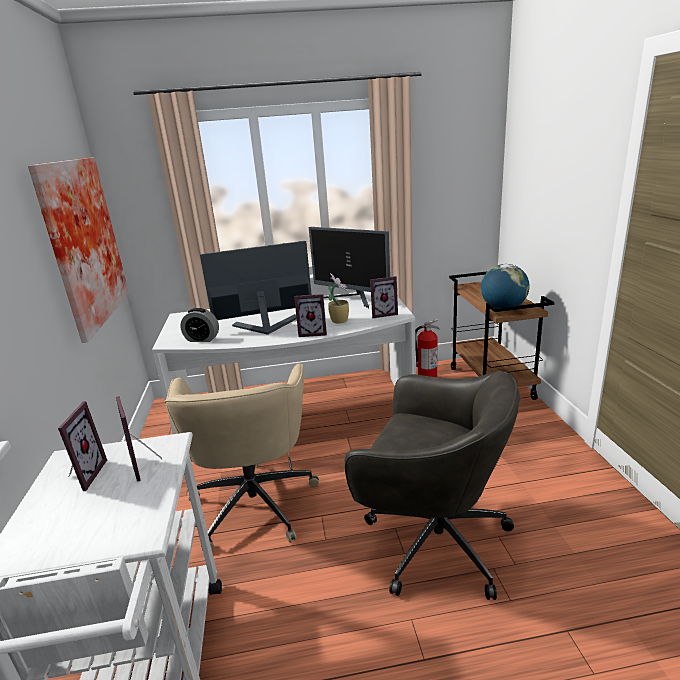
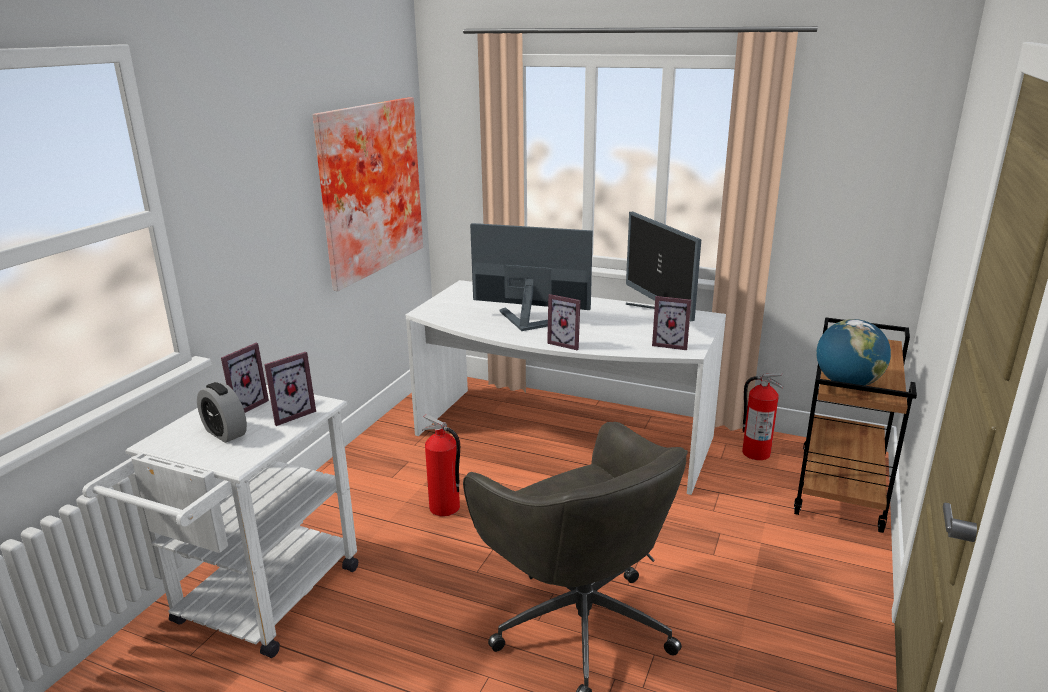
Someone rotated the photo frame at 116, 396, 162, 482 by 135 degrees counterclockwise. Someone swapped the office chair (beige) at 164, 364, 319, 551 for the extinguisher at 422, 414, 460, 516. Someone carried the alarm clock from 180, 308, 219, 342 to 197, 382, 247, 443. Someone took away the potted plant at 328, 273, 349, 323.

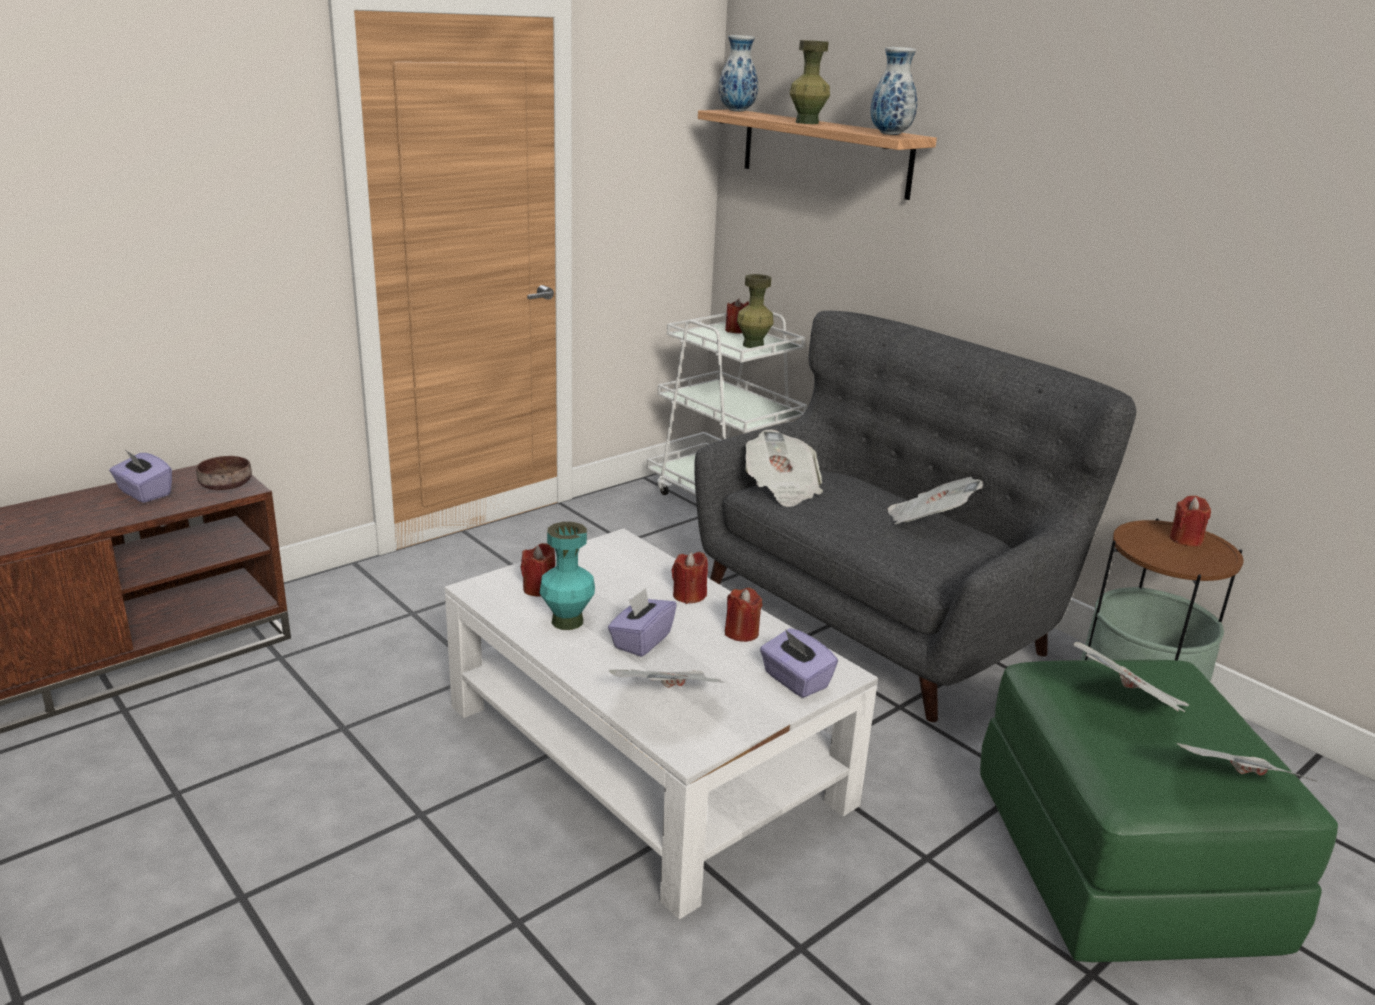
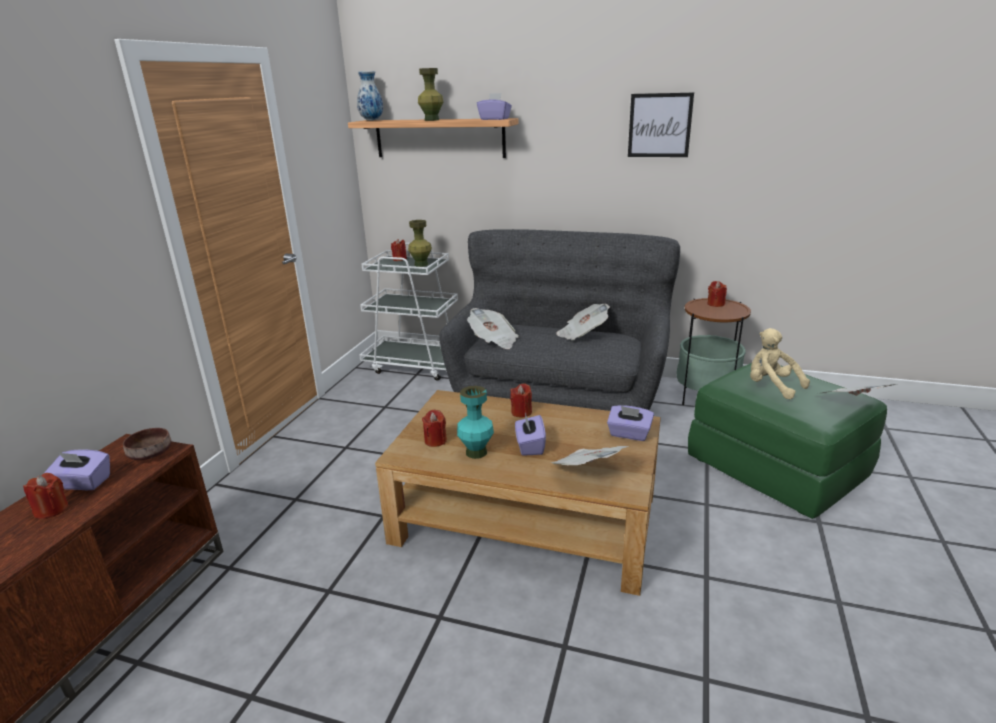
Someone repainted the lounge table (whitish) at 445, 528, 878, 920, which became the lounge table (brown) at 375, 390, 661, 596. Someone carried the wax light (reddish) from 725, 588, 763, 642 to 23, 473, 68, 519. Someone swapped the decorative vase at 870, 47, 917, 135 for the tissue box (purple-coloured) at 477, 93, 512, 120. Someone swapped the newspaper at 1073, 642, 1189, 712 for the cuddly toy (beige) at 750, 328, 810, 399. Someone put up the wall picture at 628, 93, 694, 157.

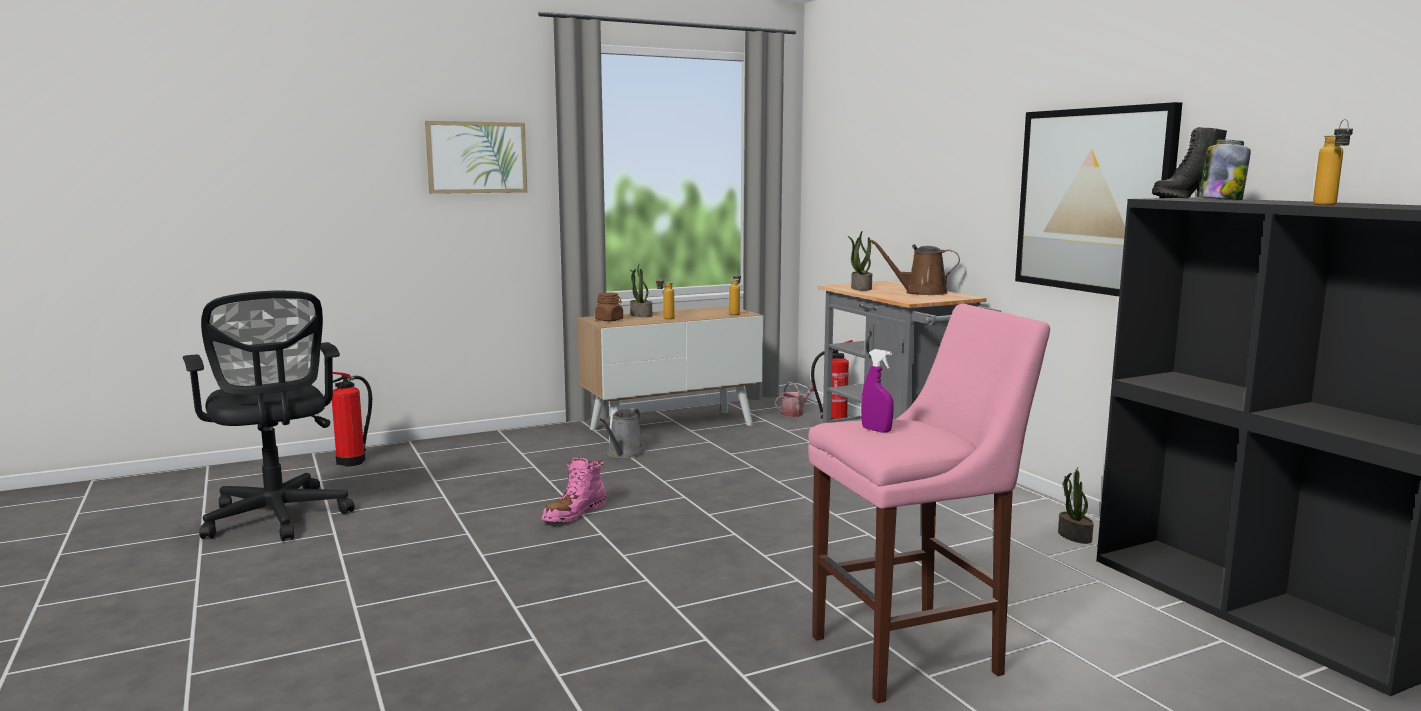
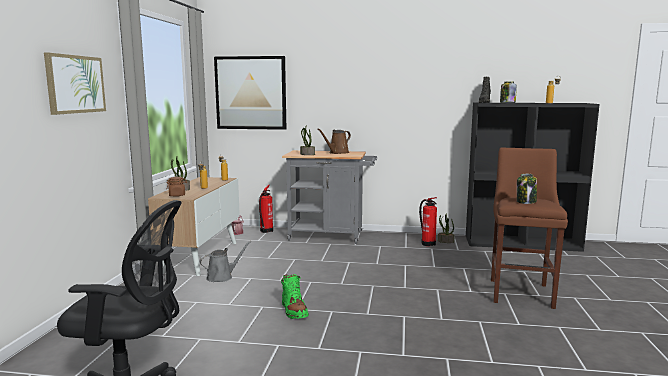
Someone carried the extinguisher from 332, 372, 372, 467 to 419, 197, 437, 246. Someone repainted the tall boot (pinkish) at 541, 457, 606, 523, which became the tall boot (green) at 281, 274, 309, 319. Someone rotated the watering can (gray) at 599, 408, 646, 458 by 90 degrees counterclockwise. Someone repainted the stool seat (pinkish) at 808, 304, 1050, 703, which became the stool seat (brown) at 491, 148, 568, 309. Someone swapped the hand sprayer (purple-coloured) at 861, 349, 894, 433 for the jar at 517, 174, 537, 204. Someone carried the wall picture from 1015, 102, 1182, 296 to 214, 56, 286, 130.

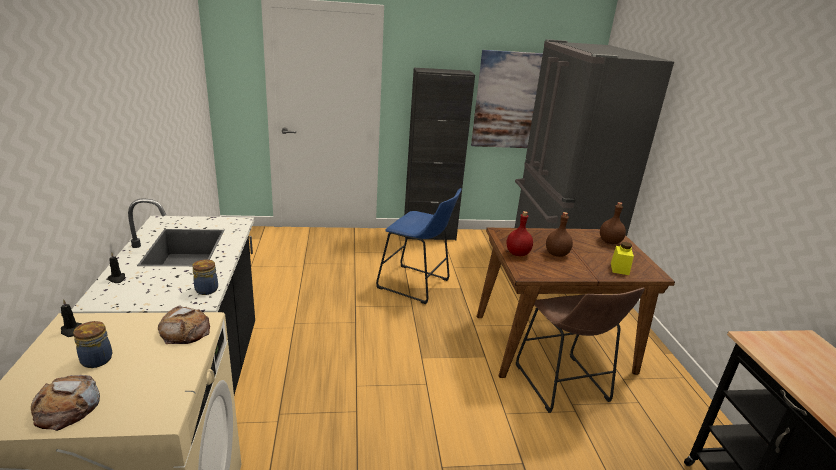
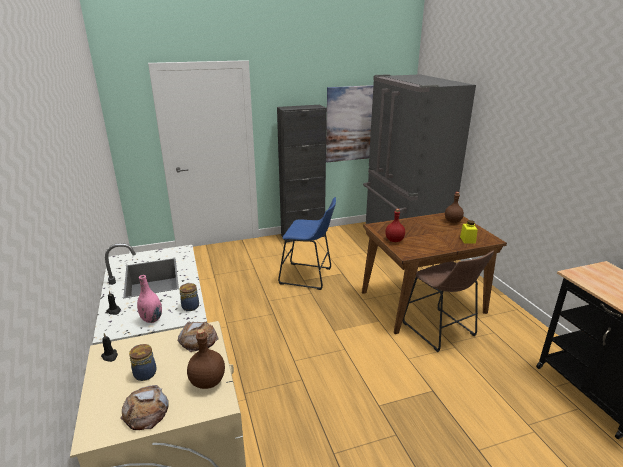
Someone carried the drink bottle (brown) from 546, 212, 573, 257 to 187, 329, 225, 389. Someone put down the decorative vase (pinkish) at 137, 275, 162, 323.

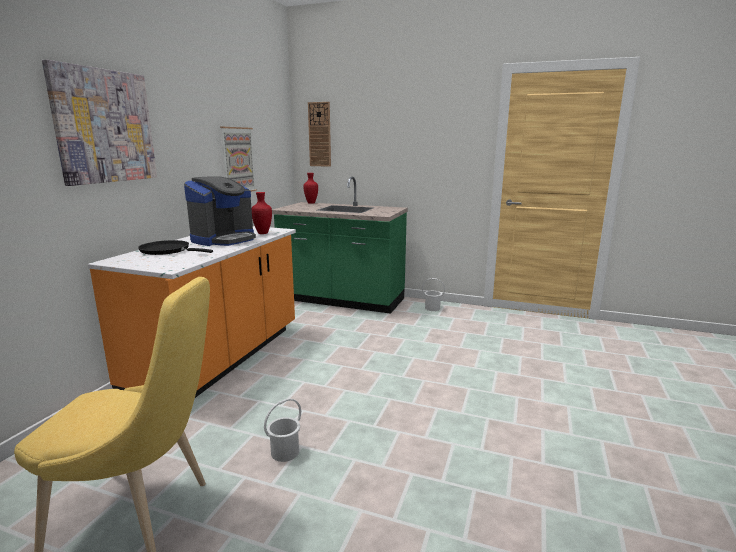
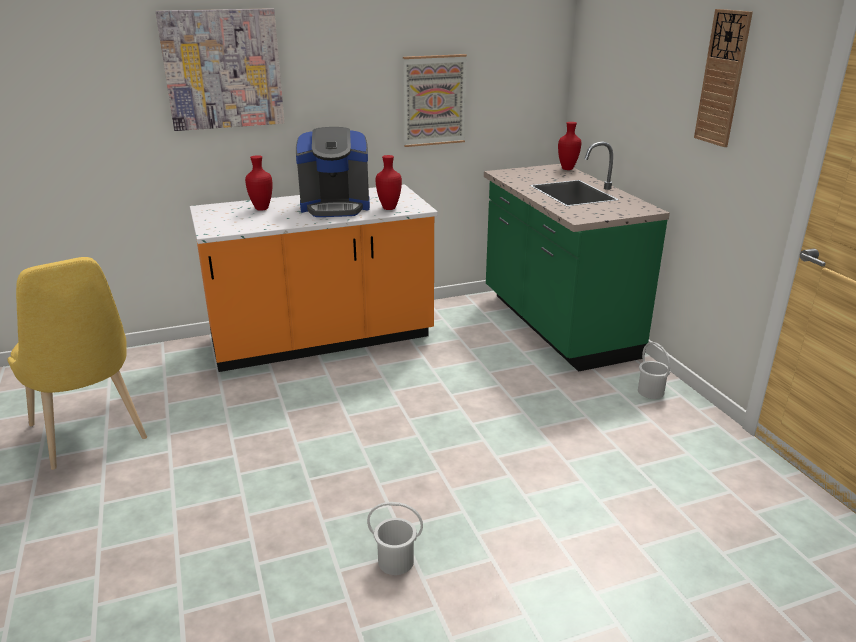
Someone swapped the frying pan (blackish) at 138, 240, 213, 255 for the decorative vase (reddish) at 245, 155, 272, 211. Someone carried the bucket (whitish) from 264, 398, 301, 462 to 367, 502, 423, 575. Someone carried the hanging clock from 308, 102, 331, 167 to 694, 9, 753, 147.

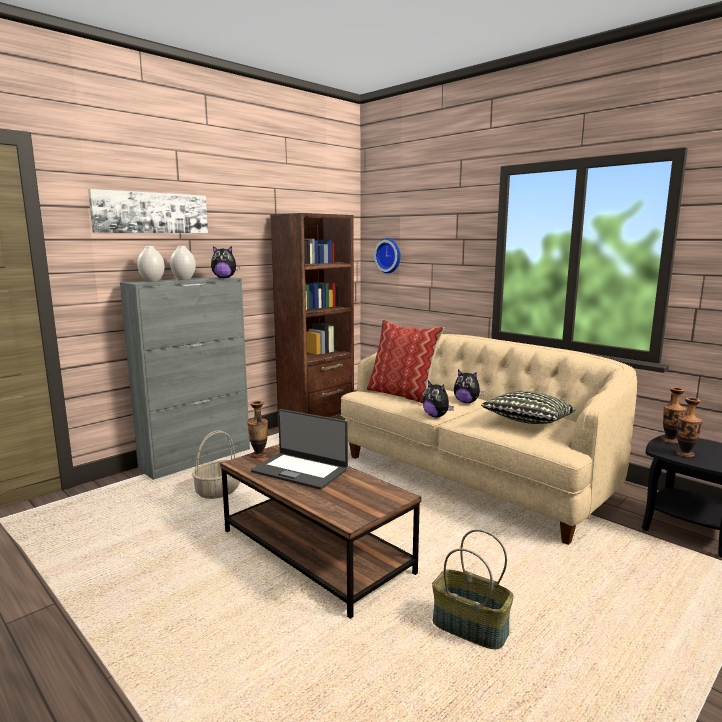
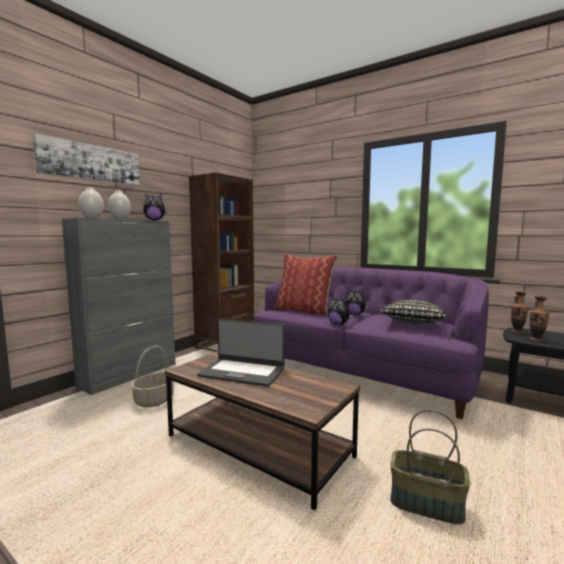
Someone took away the decorative vase at 247, 401, 268, 458. Someone repainted the settee (beige) at 341, 334, 637, 545, which became the settee (purple-coloured) at 254, 267, 489, 419. Someone took away the hanging clock at 374, 238, 401, 273.

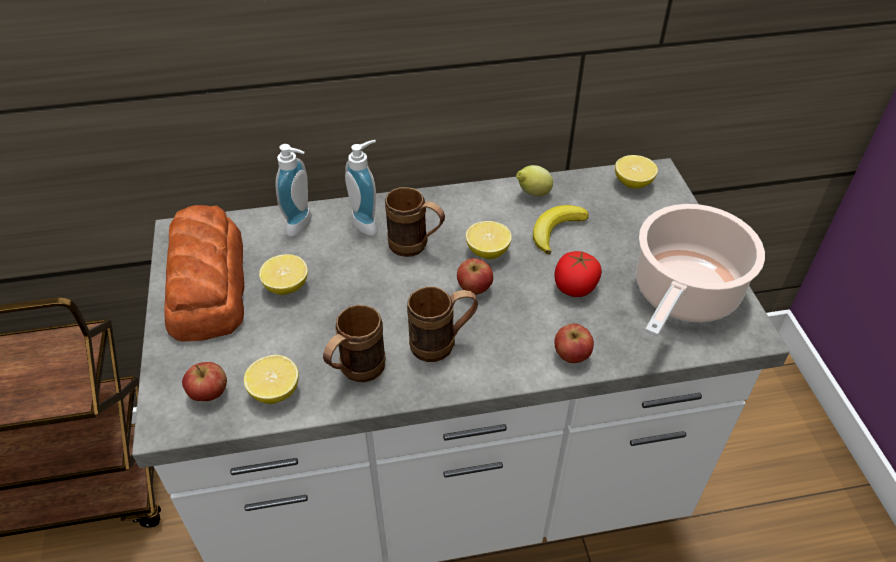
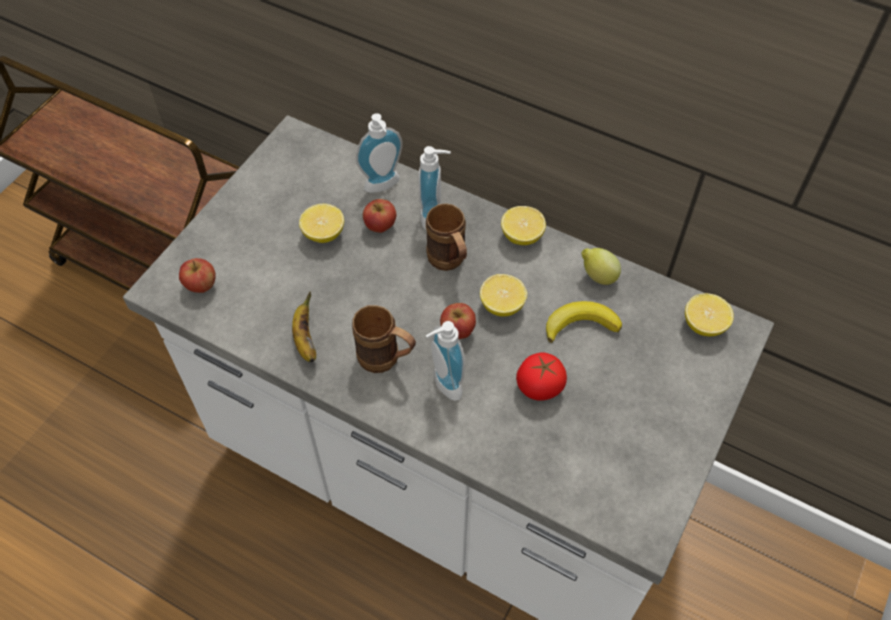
Someone took away the bread at 164, 205, 244, 342. Someone carried the lemon from 244, 355, 299, 404 to 501, 206, 546, 245. Someone swapped the coffee mug (brown) at 323, 305, 386, 382 for the banana at 292, 292, 316, 362. Someone carried the whole apple from 555, 323, 594, 363 to 363, 199, 396, 233. Someone took away the saucepot at 636, 204, 765, 337. Someone put down the liquid soap bottle at 426, 321, 465, 401.

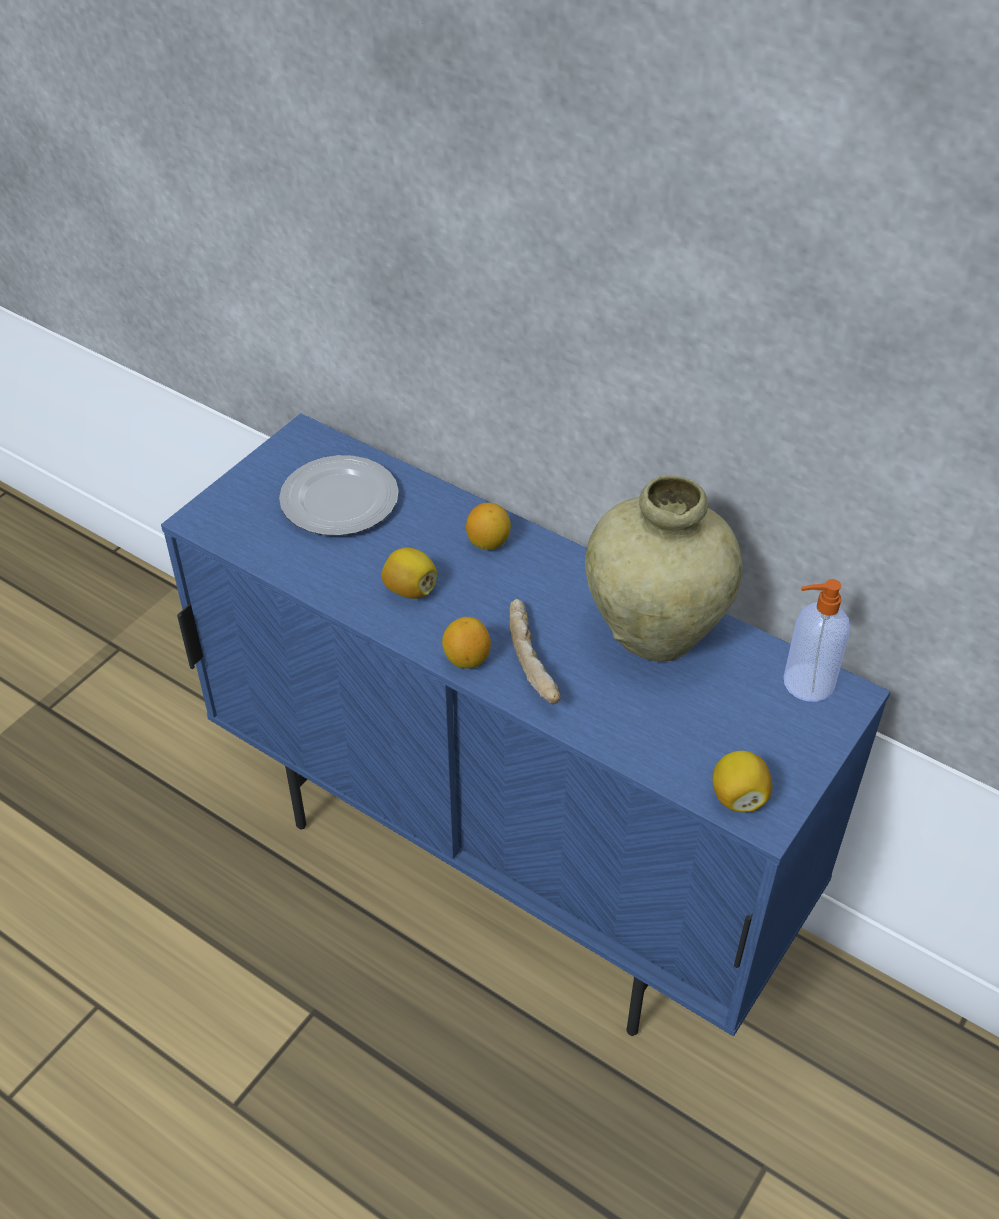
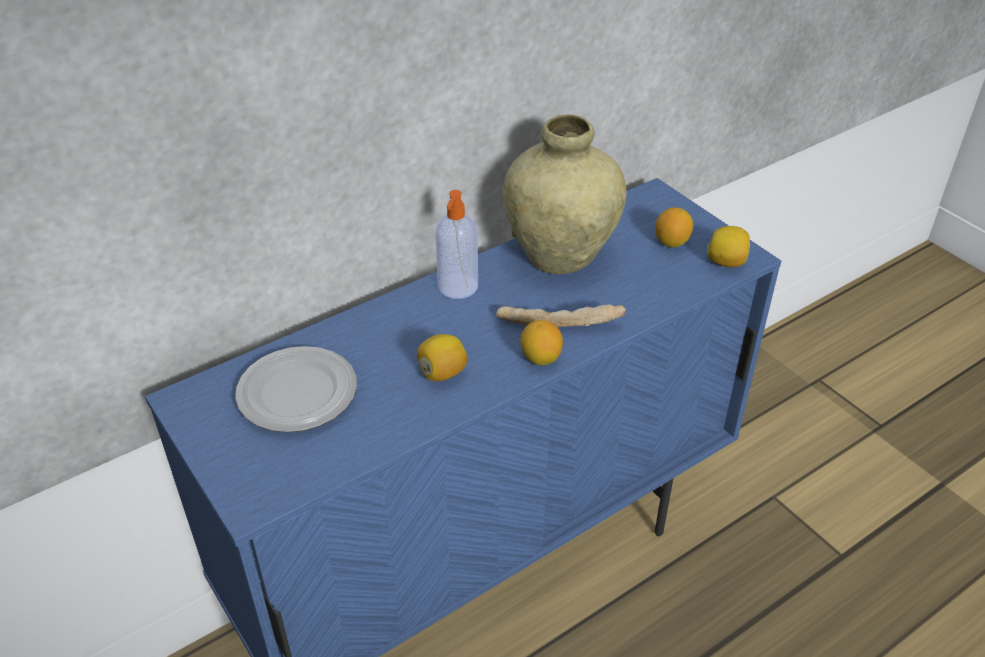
Someone carried the lemon from 466, 503, 511, 550 to 655, 207, 693, 248. Someone carried the liquid soap bottle from 784, 579, 850, 702 to 435, 190, 478, 299.

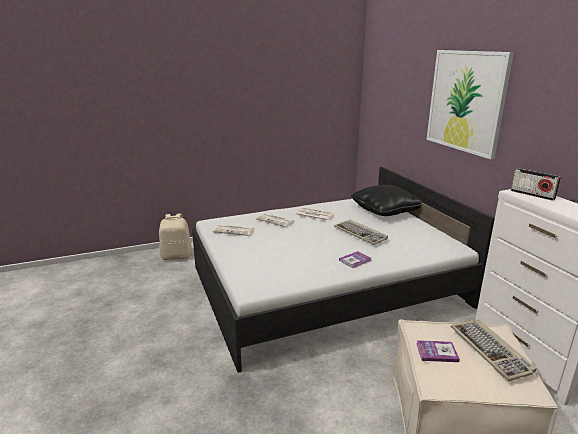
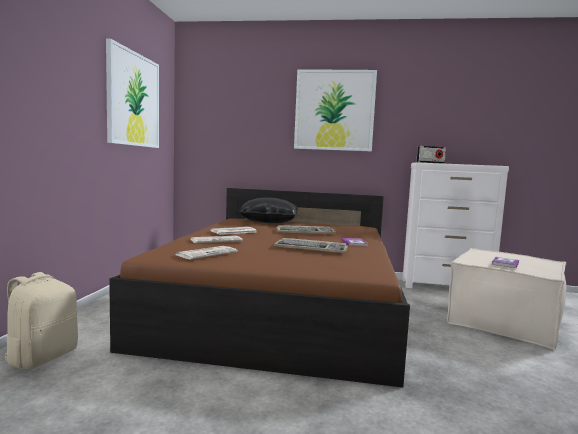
Someone repainted the bedroom bed (whitish) at 192, 167, 495, 373, which became the bedroom bed (brown) at 109, 188, 410, 387. Someone carried the computer keyboard from 451, 319, 536, 381 to 274, 238, 348, 253. Someone put up the wall picture at 106, 39, 159, 148.

